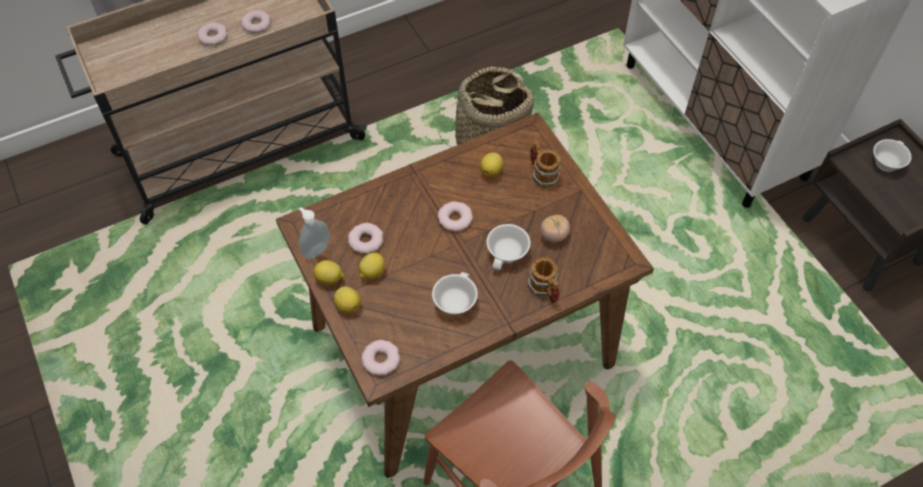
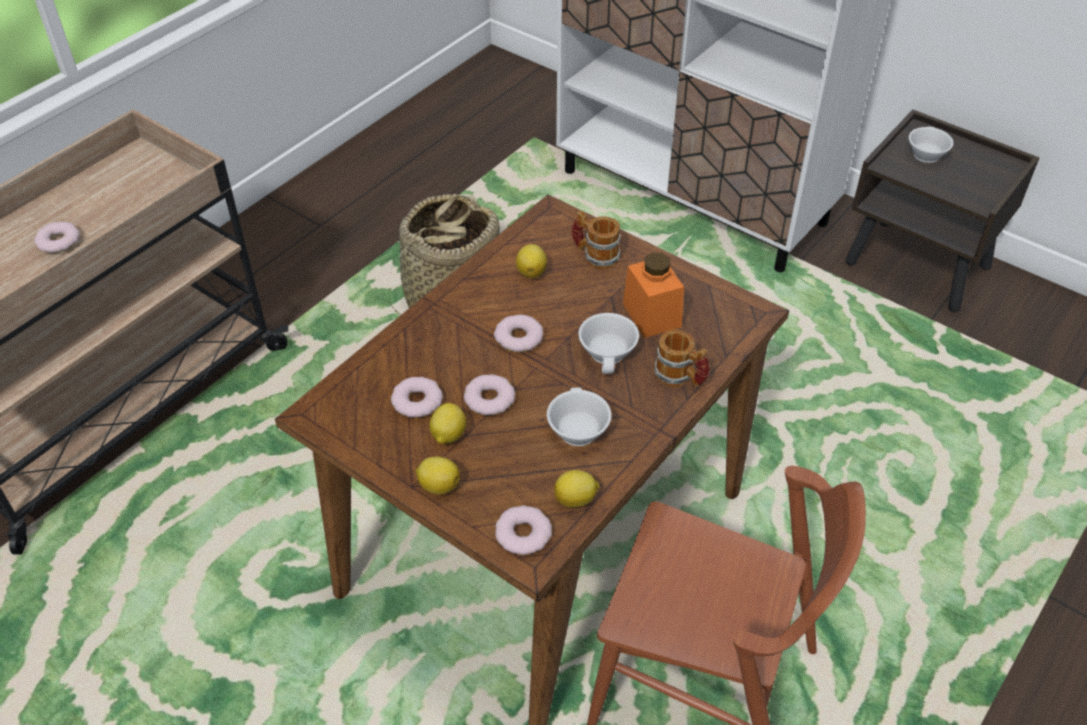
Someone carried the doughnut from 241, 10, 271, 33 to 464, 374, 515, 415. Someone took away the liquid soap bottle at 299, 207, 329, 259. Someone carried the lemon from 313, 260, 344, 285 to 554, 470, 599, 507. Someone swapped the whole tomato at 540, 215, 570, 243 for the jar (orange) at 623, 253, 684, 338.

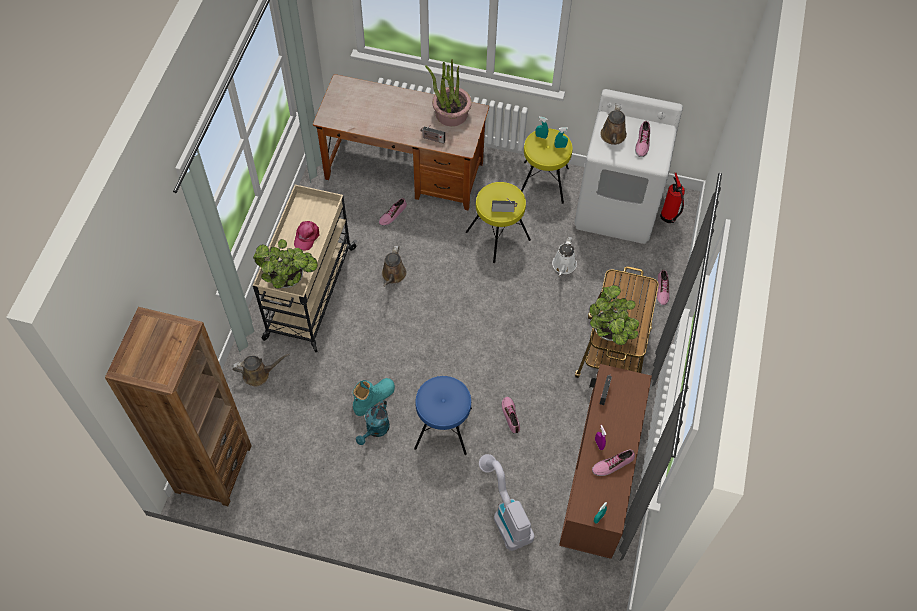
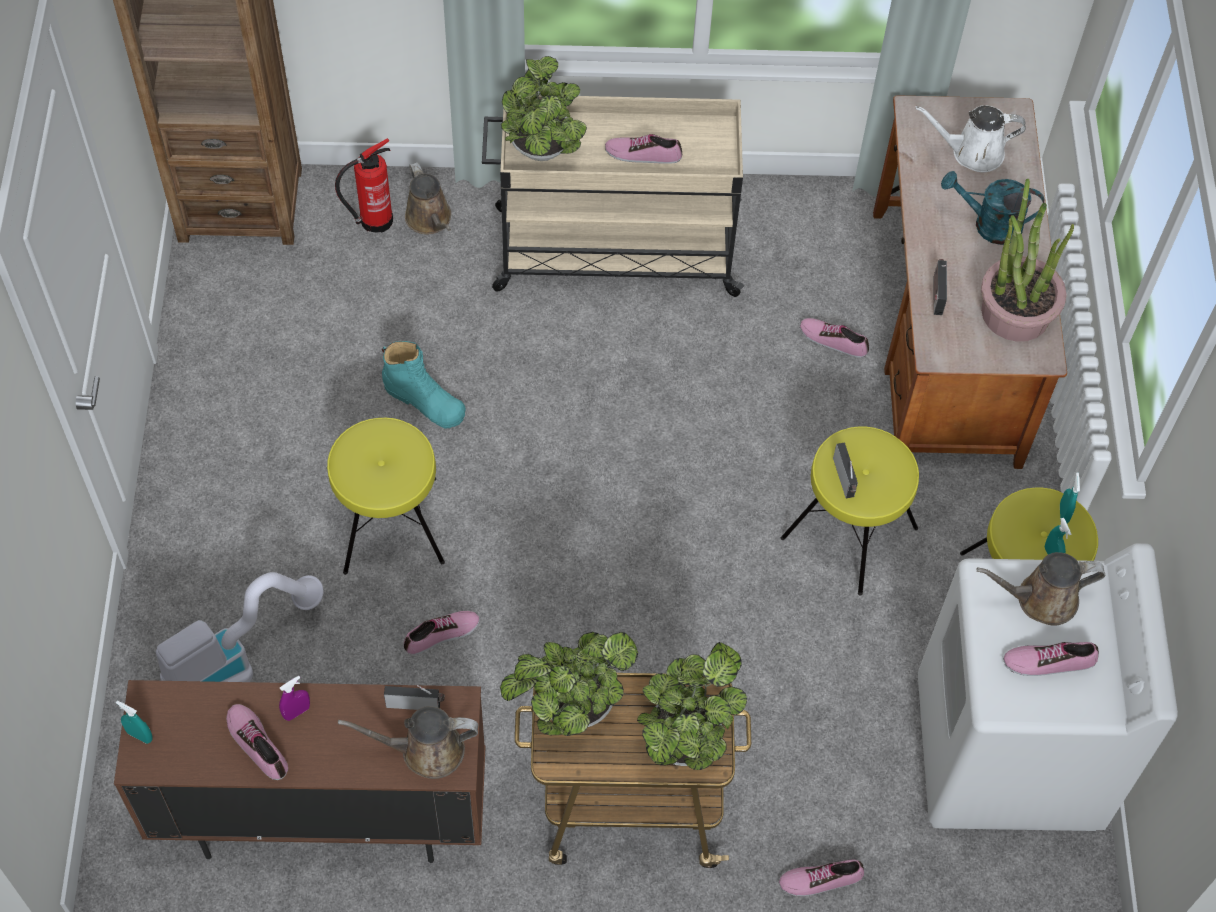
Someone swapped the peaked cap (pinkish) at 294, 221, 320, 251 for the shoe at 605, 134, 682, 164. Someone carried the watering can (turquoise) from 356, 400, 390, 445 to 941, 171, 1044, 245. Someone carried the watering can (brown) from 382, 246, 407, 287 to 338, 706, 478, 779. Someone repainted the stool seat (blue-coloured) at 414, 376, 472, 455, which became the stool seat (yellow-coloured) at 327, 418, 445, 575. Someone carried the watering can (whitish) from 552, 236, 577, 276 to 915, 105, 1026, 173. Someone carried the extinguisher from 660, 173, 685, 223 to 335, 138, 393, 233. Someone put down the potted plant at 637, 642, 747, 770.

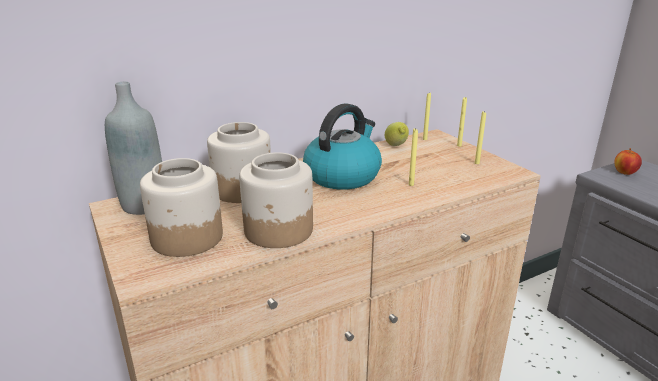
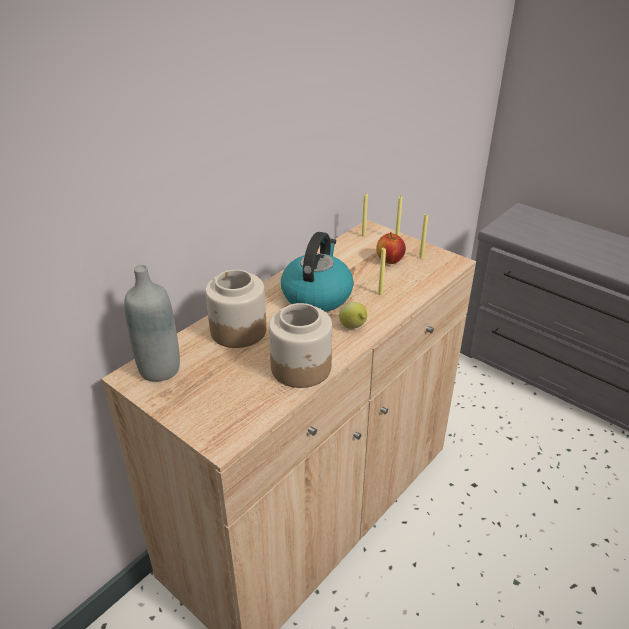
Someone took away the jar at 140, 158, 223, 257. Someone carried the lemon from 385, 122, 409, 146 to 339, 302, 367, 329. Someone carried the whole apple from 614, 148, 642, 175 to 376, 232, 406, 264.

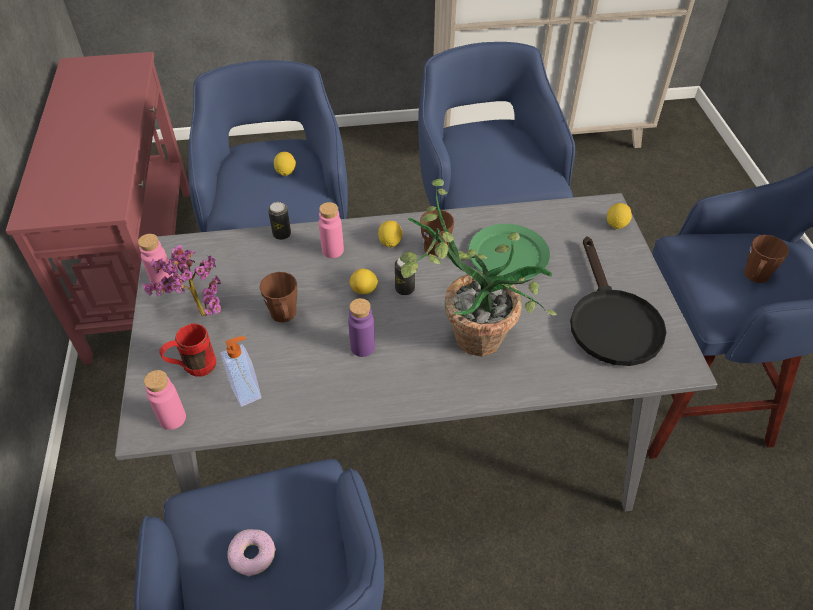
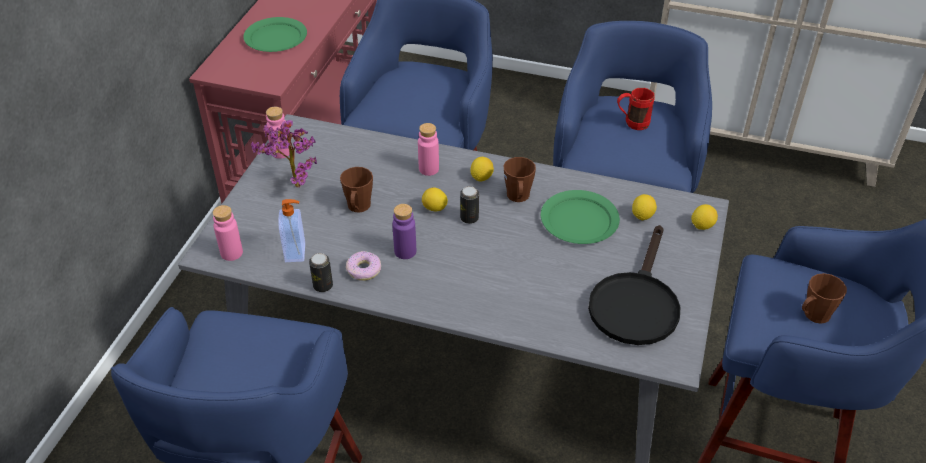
Someone carried the coffee mug (reddish) from 159, 324, 216, 377 to 617, 88, 655, 130. Someone carried the doughnut from 227, 529, 276, 577 to 346, 251, 381, 281. Someone carried the can from 268, 202, 291, 240 to 309, 253, 333, 292. Someone carried the lemon from 274, 152, 296, 176 to 632, 194, 657, 220. Someone took away the potted plant at 400, 179, 557, 357. Someone put down the dinner plate (green) at 243, 17, 307, 52.

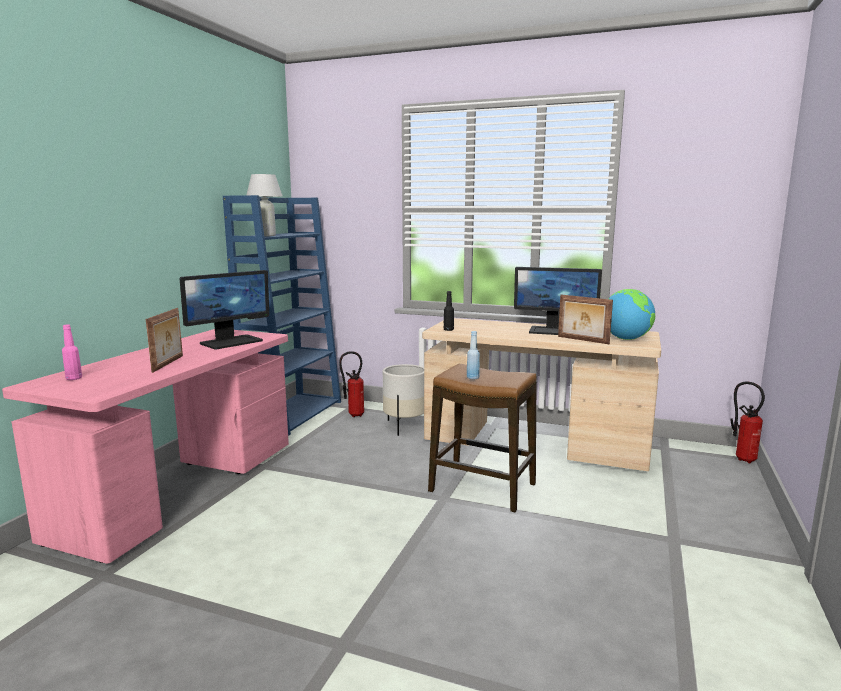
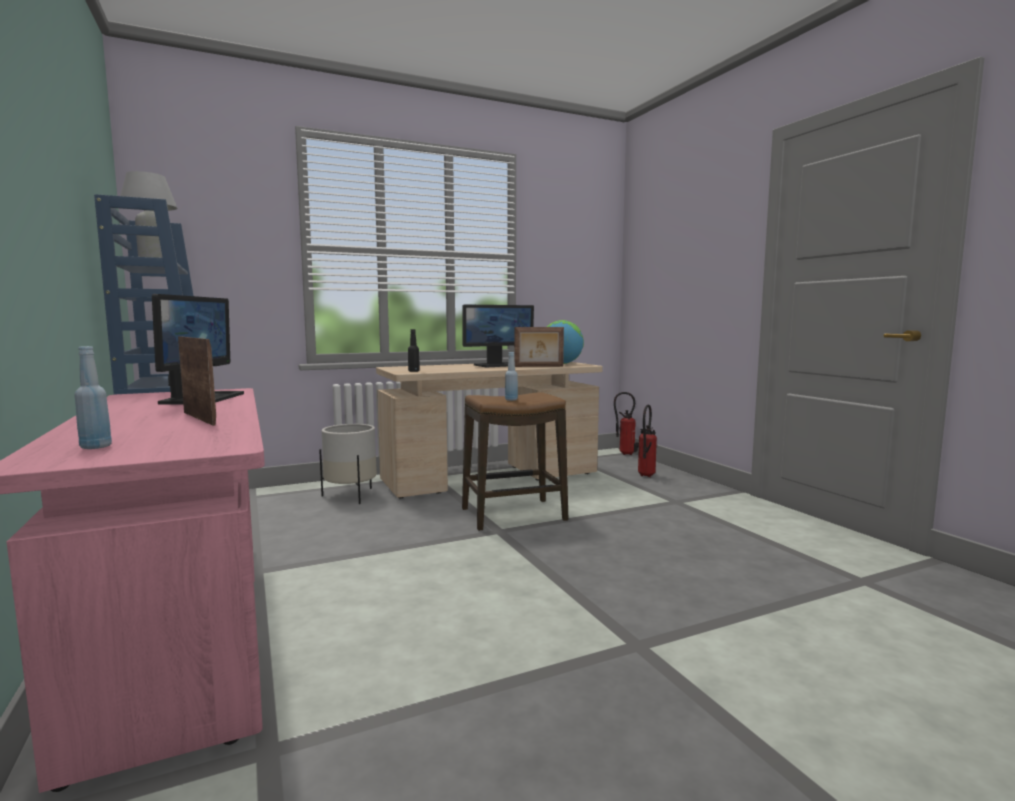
Someone repainted the drink bottle (pinkish) at 62, 324, 82, 380, which became the drink bottle (blue-coloured) at 74, 346, 112, 449. Someone carried the extinguisher from 339, 351, 364, 417 to 634, 404, 657, 477.

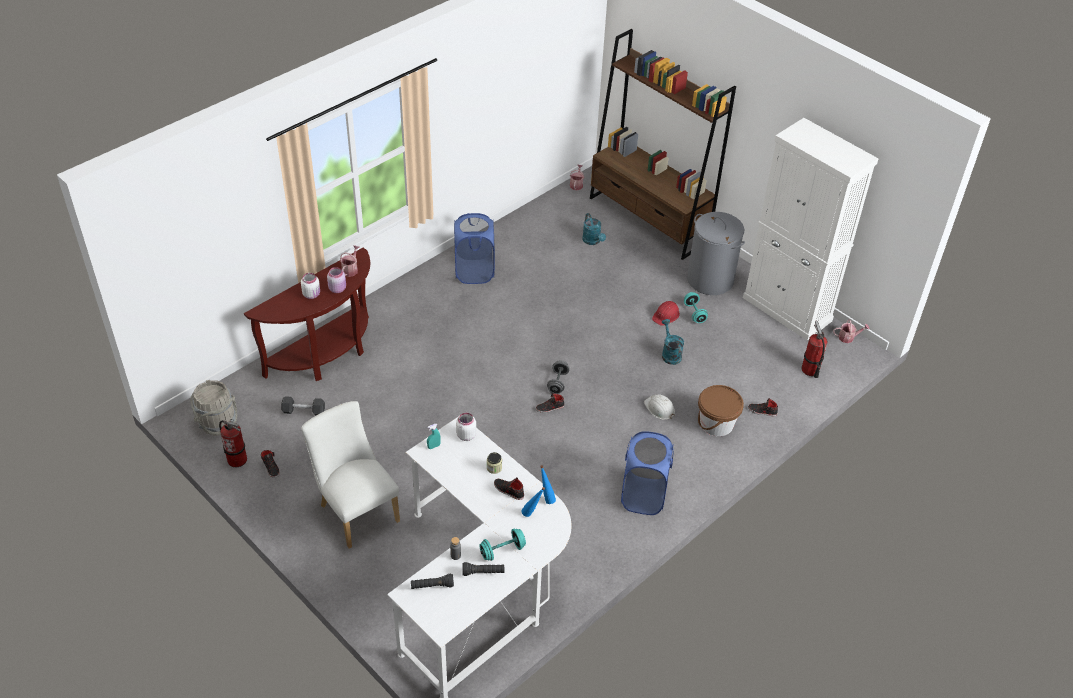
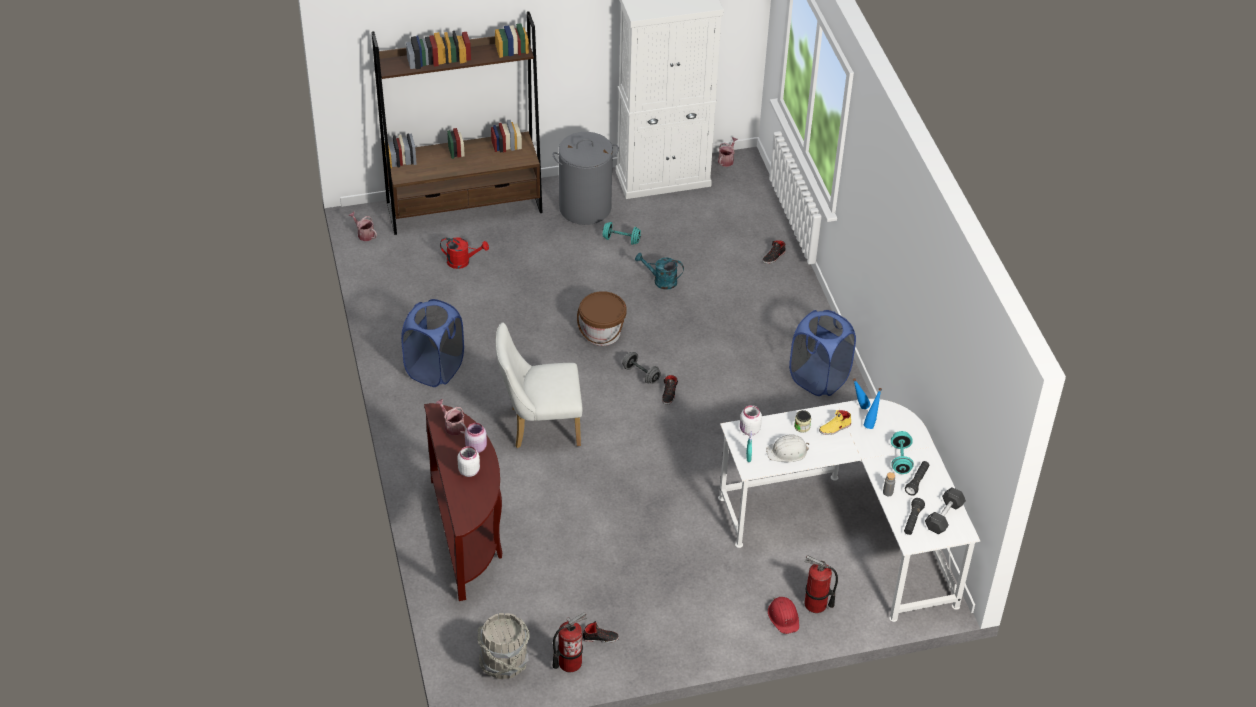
Someone carried the free weight (gray) from 281, 396, 325, 415 to 925, 487, 966, 534. Someone carried the plain chair (whitish) from 301, 401, 400, 549 to 495, 322, 583, 448. Someone repainted the shoe (blackish) at 494, 478, 524, 500, which became the shoe (yellow-coloured) at 819, 410, 851, 435. Someone repainted the watering can (turquoise) at 582, 213, 606, 245, which became the watering can (reddish) at 440, 237, 489, 269. Someone carried the work helmet (whitish) from 644, 394, 675, 420 to 766, 435, 810, 462. Someone carried the work helmet (reddish) from 652, 301, 680, 326 to 768, 597, 799, 634. Someone carried the bucket (brown) from 698, 385, 744, 436 to 577, 291, 626, 346. Someone carried the extinguisher from 802, 321, 827, 378 to 805, 555, 838, 613.

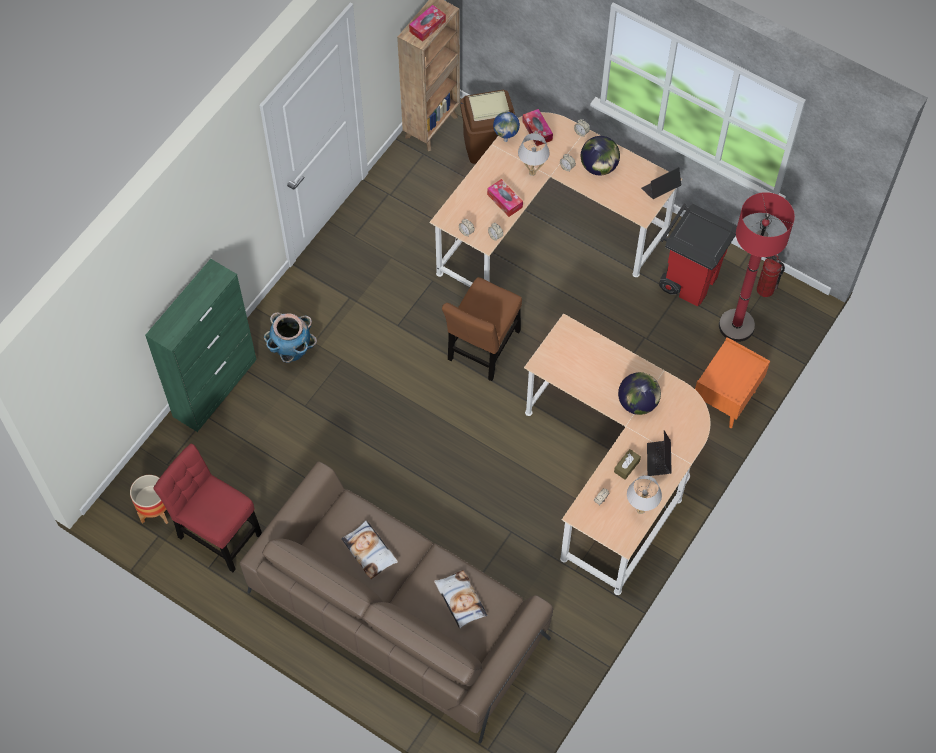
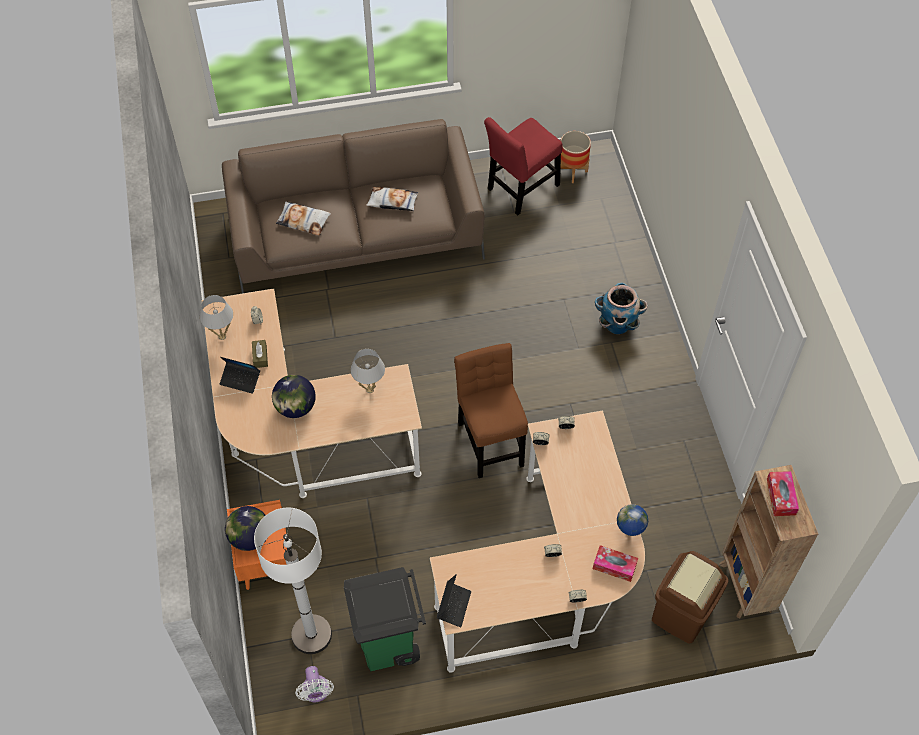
Someone took away the storage cabinet (green) at 145, 259, 257, 432. Someone rotated the plain chair (reddish) at 154, 444, 262, 572 by 150 degrees clockwise. Someone took away the tissue box at 487, 179, 523, 217. Someone carried the tabletop lamp (whitish) from 518, 133, 549, 176 to 351, 349, 385, 393. Someone carried the world globe from 581, 136, 620, 176 to 225, 506, 267, 551. Someone rotated the notebook computer at 647, 430, 672, 476 by 150 degrees clockwise. Someone repainted the rubbish bin (reddish) at 659, 203, 737, 307, which became the rubbish bin (green) at 344, 567, 426, 671. Someone repainted the floor lamp (reddish) at 719, 192, 795, 342, which became the floor lamp (whitish) at 254, 508, 332, 654. Someone swapped the extinguisher at 757, 255, 785, 297 for the fan (whitish) at 295, 666, 334, 702.

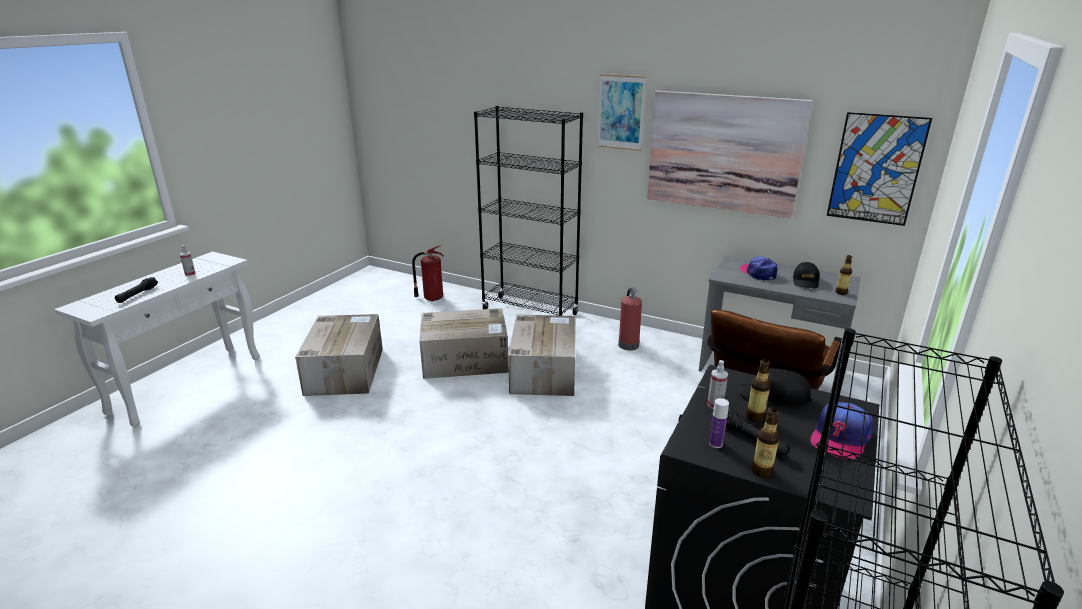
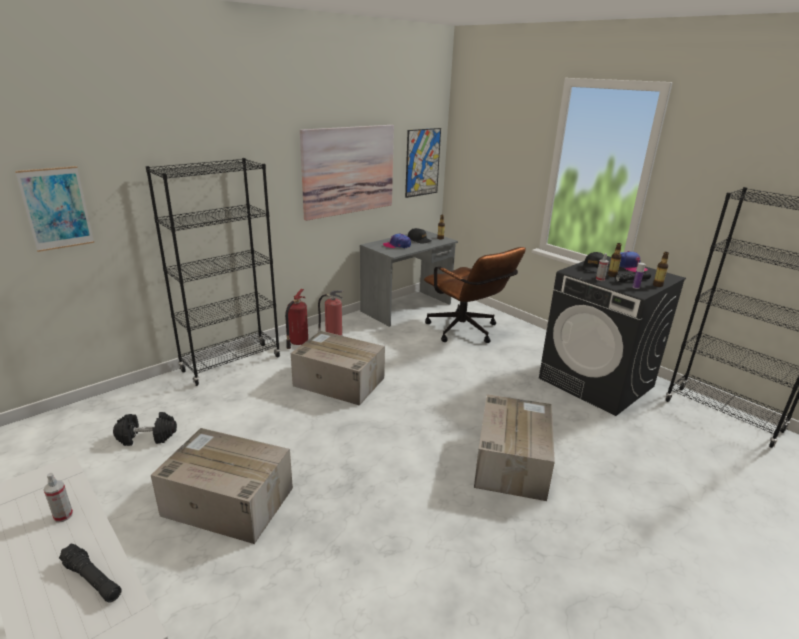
Someone carried the extinguisher from 412, 245, 444, 301 to 285, 289, 308, 349. Someone carried the carton from 420, 308, 509, 379 to 474, 394, 555, 501. Someone carried the wall picture from 597, 74, 646, 151 to 15, 166, 94, 252. Someone put down the free weight (blackish) at 113, 412, 177, 446.

